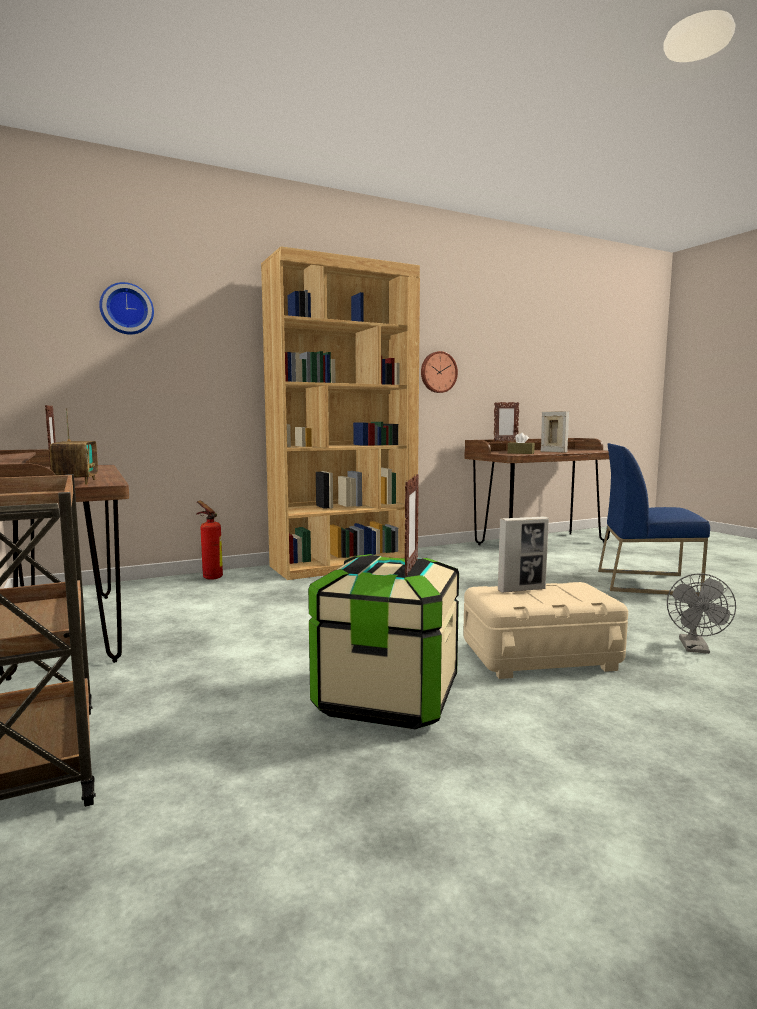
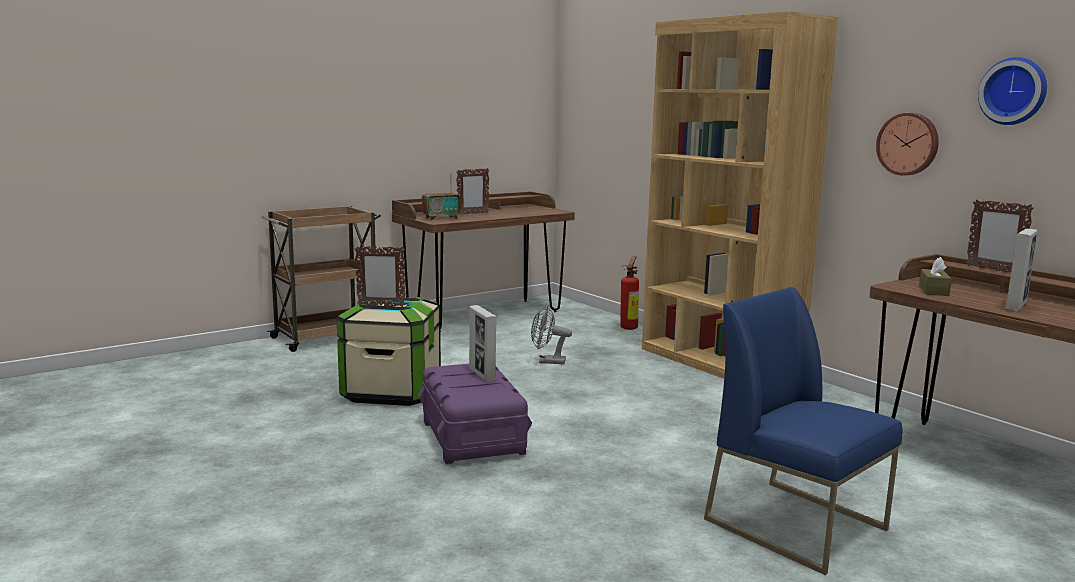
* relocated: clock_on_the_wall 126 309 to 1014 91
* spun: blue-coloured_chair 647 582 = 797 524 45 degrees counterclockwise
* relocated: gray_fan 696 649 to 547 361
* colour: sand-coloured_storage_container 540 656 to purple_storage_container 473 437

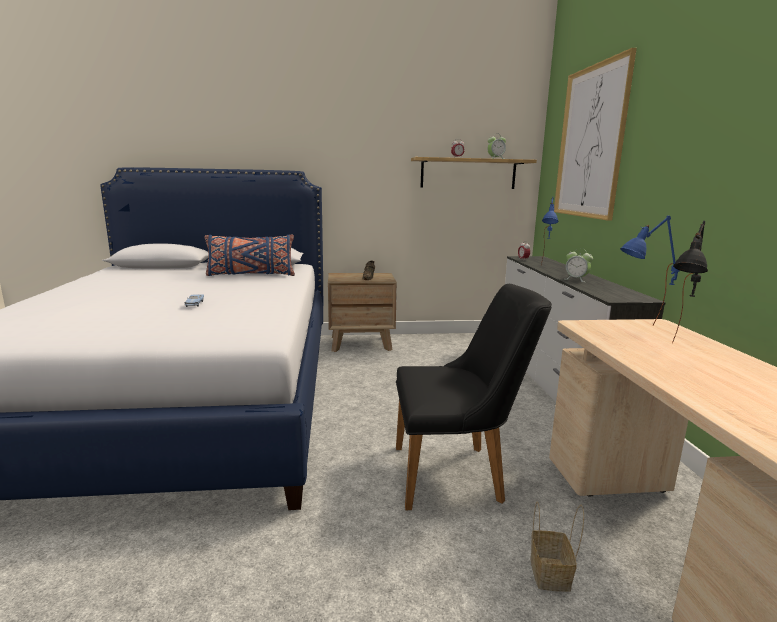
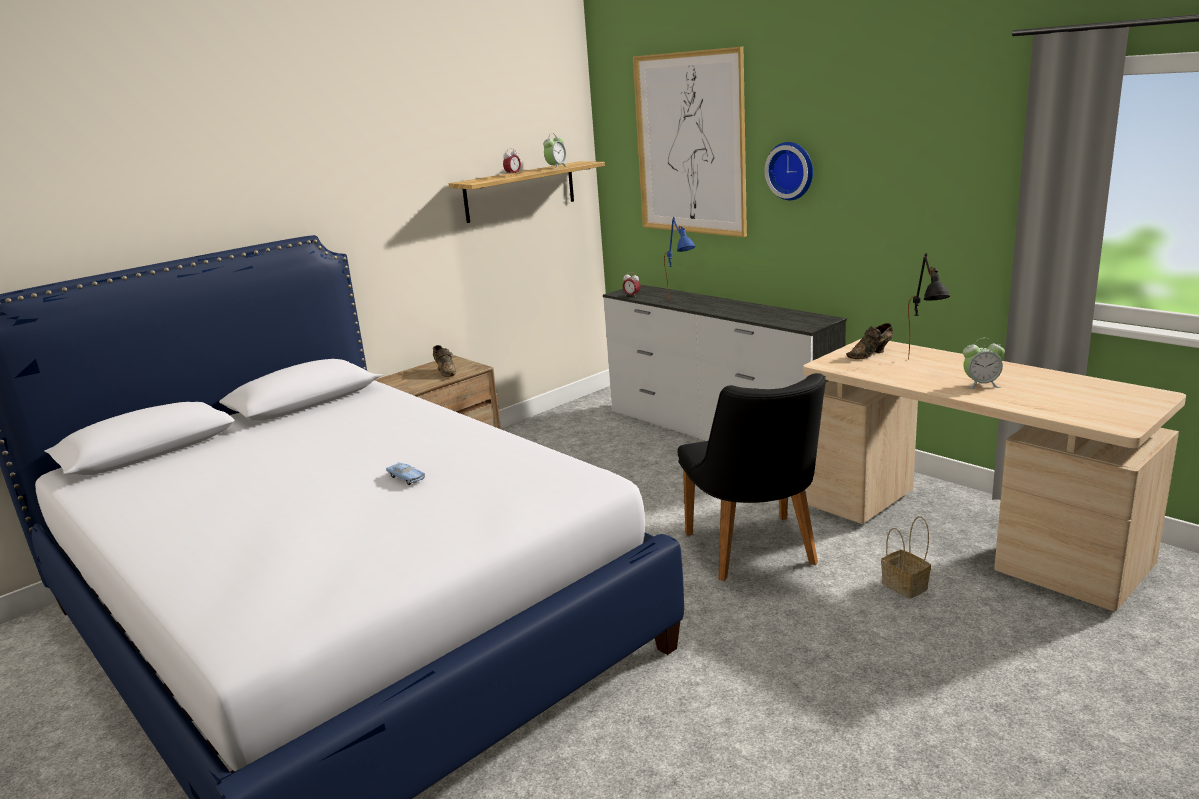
* exchanged: blue-coloured_tabletop_lamp 640 330 to brown_item_of_footwear 871 354
* missing: blue-coloured_throw_pillow 251 275
* relocated: alarm_clock 576 279 to 981 385
* spun: blackish_chair 458 474 = 756 554 120 degrees clockwise
* appeared: clock_on_the_wall 791 170

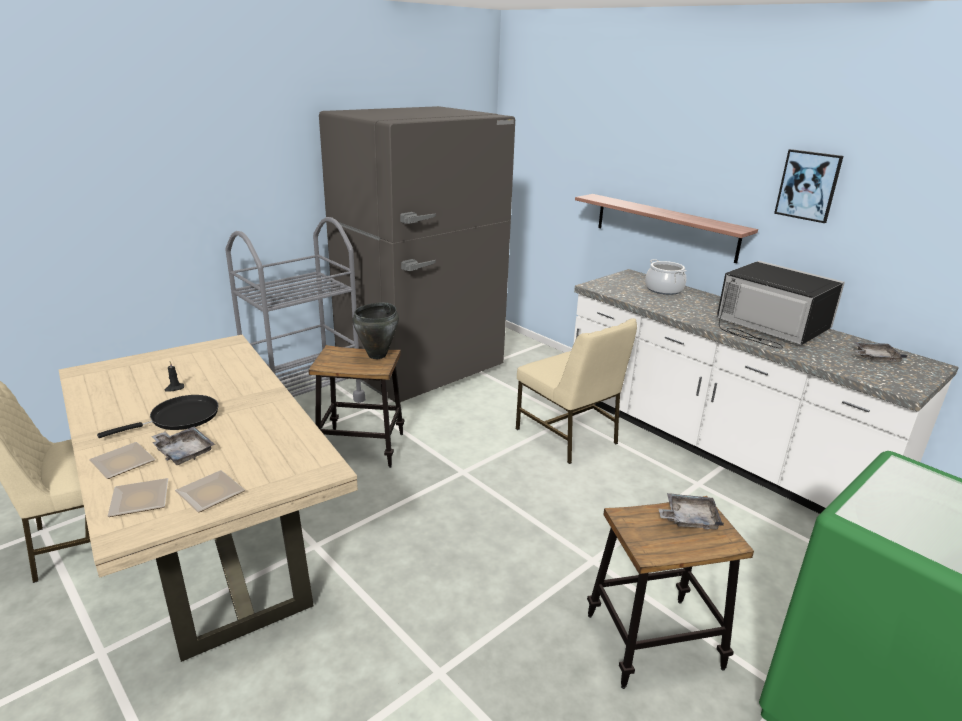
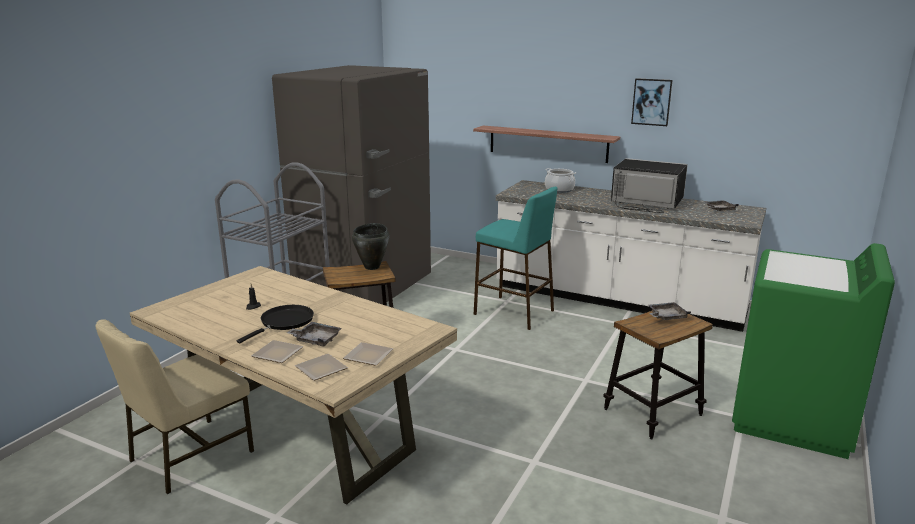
* exchanged: sand-coloured_chair 568 436 to turquoise_sitting_stool 514 312

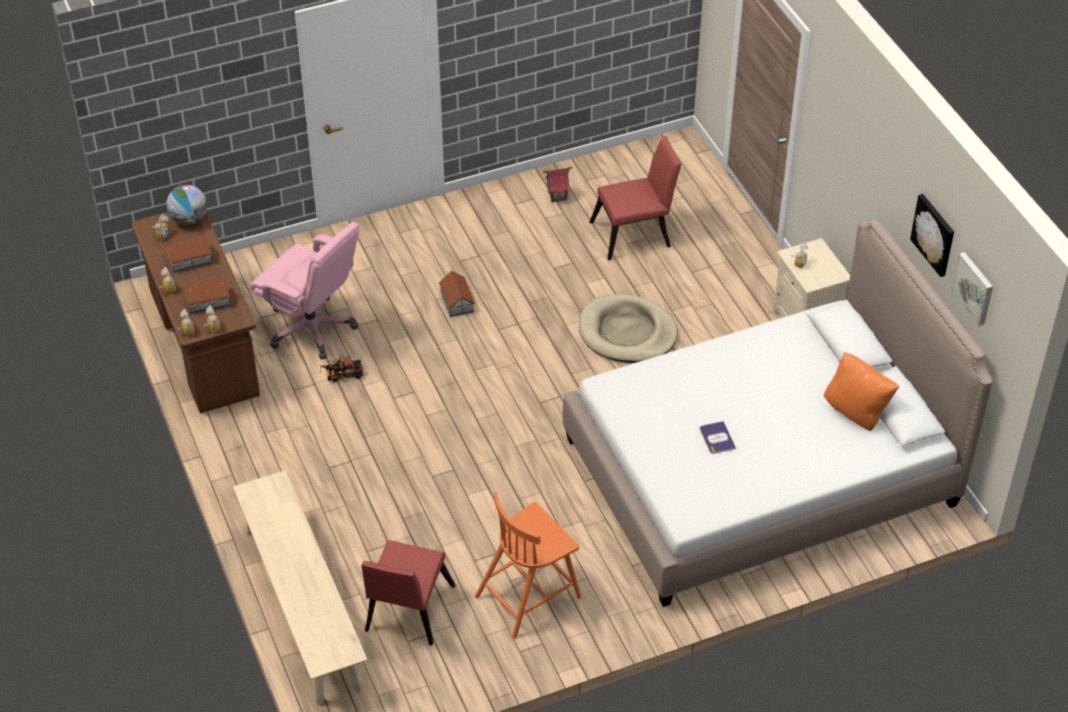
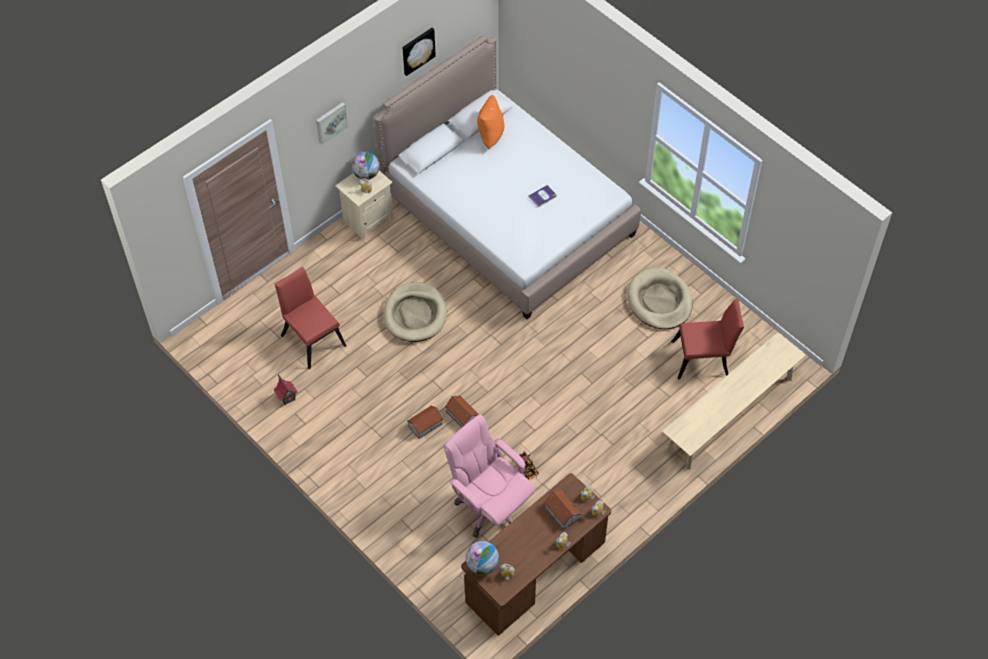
* spun: pinkish_desk_chair 312 328 = 490 507 60 degrees counterclockwise
* relocated: miniature_house 189 259 to 462 416
* relocated: wall_art 974 288 to 330 122
* exchanged: orange-coloured_chair 529 595 to sand-coloured_pet_bed 659 301
* appeared: desk_globe 366 174

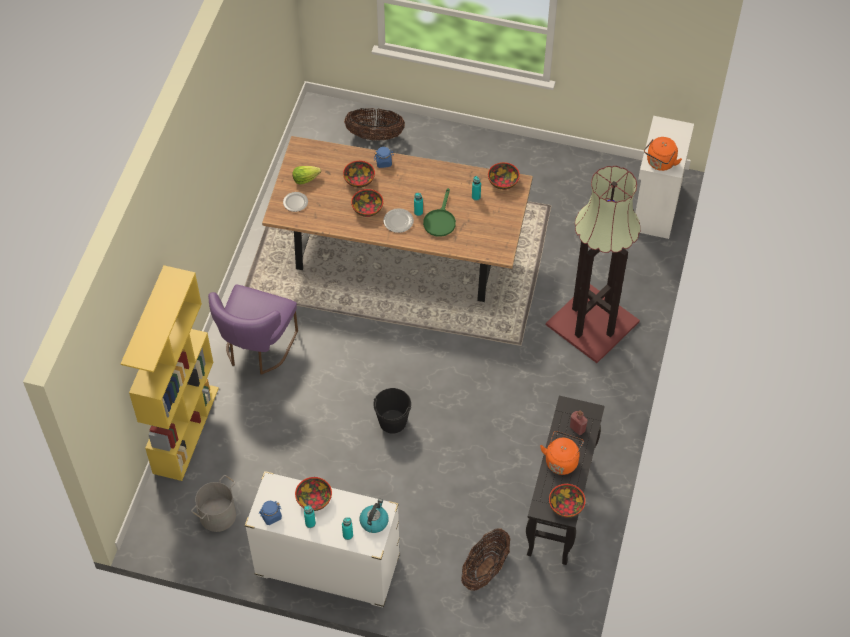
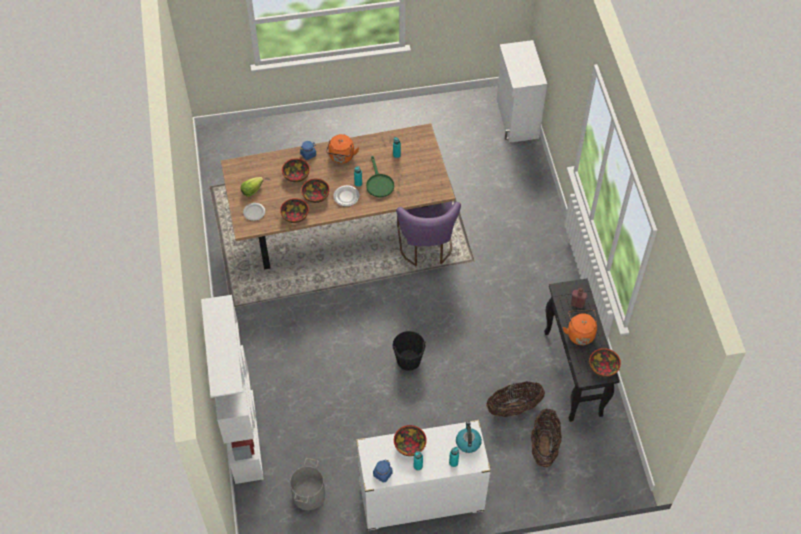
* relocated: basket 375 135 to 514 408
* relocated: orange-coloured_kettle 660 163 to 341 157
* relocated: deep_dish 502 182 to 294 216
* missing: standard_lamp 594 323
* colour: yellow-coloured_bookshelf 185 429 to white_bookshelf 243 435
* relocated: purple_chair 257 349 to 426 247

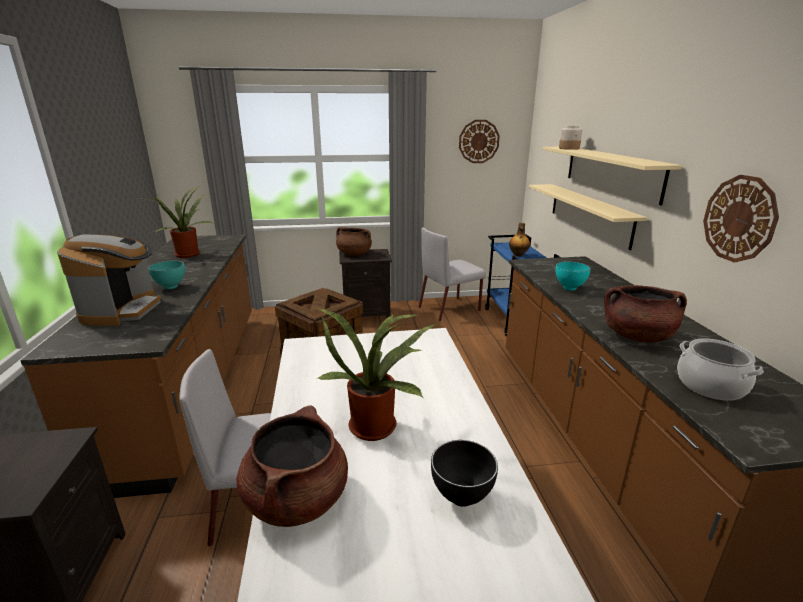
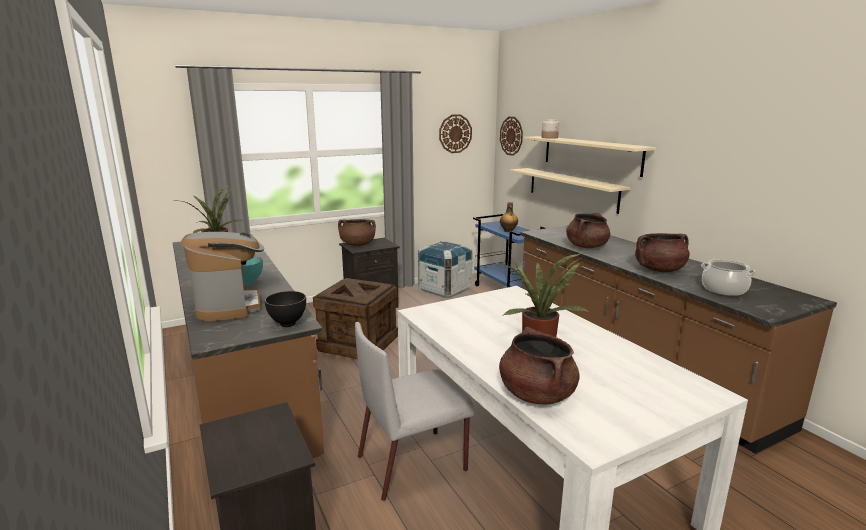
* relocated: clock_on_the_wall 739 219 to 511 136
* exchanged: gray_chair 450 309 to shipping_crate 444 289
* exchanged: turquoise_deep_dish 569 288 to brown_stockpot 586 246
* relocated: blackish_deep_dish 461 497 to 287 324

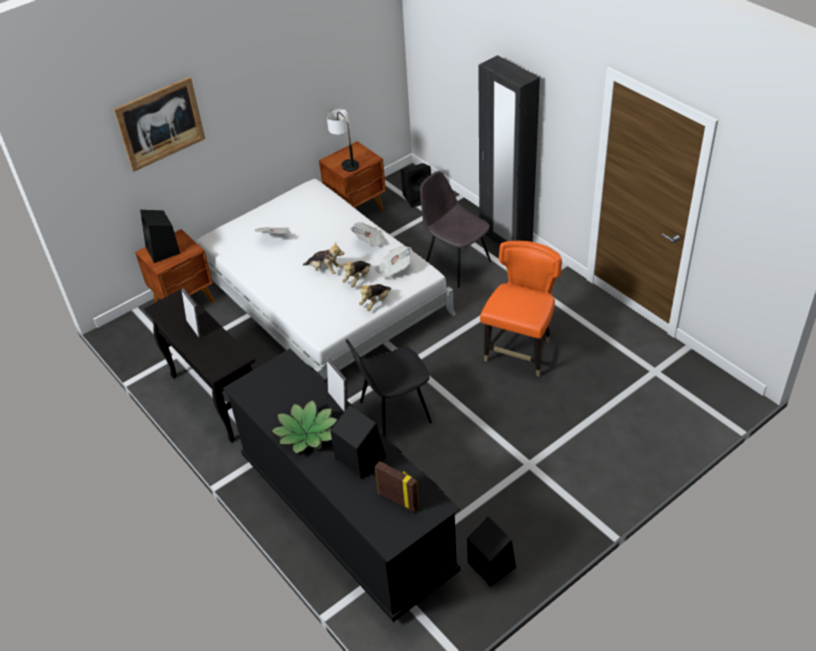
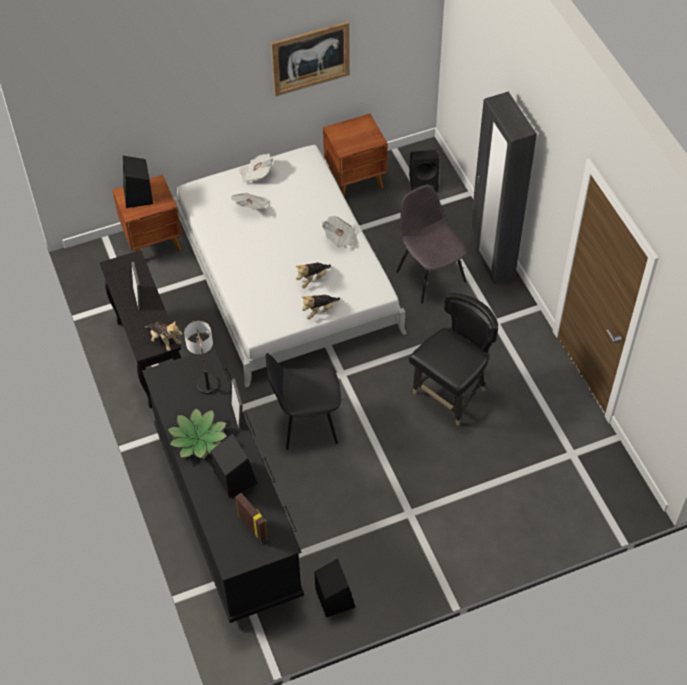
* relocated: wall_art 160 124 to 310 58
* relocated: tabletop_lamp 345 161 to 205 375
* colour: orange-coloured_chair 520 352 to blackish_chair 451 394
* relocated: soft_toy 325 269 to 164 340
* relocated: printed_paper 394 269 to 256 174

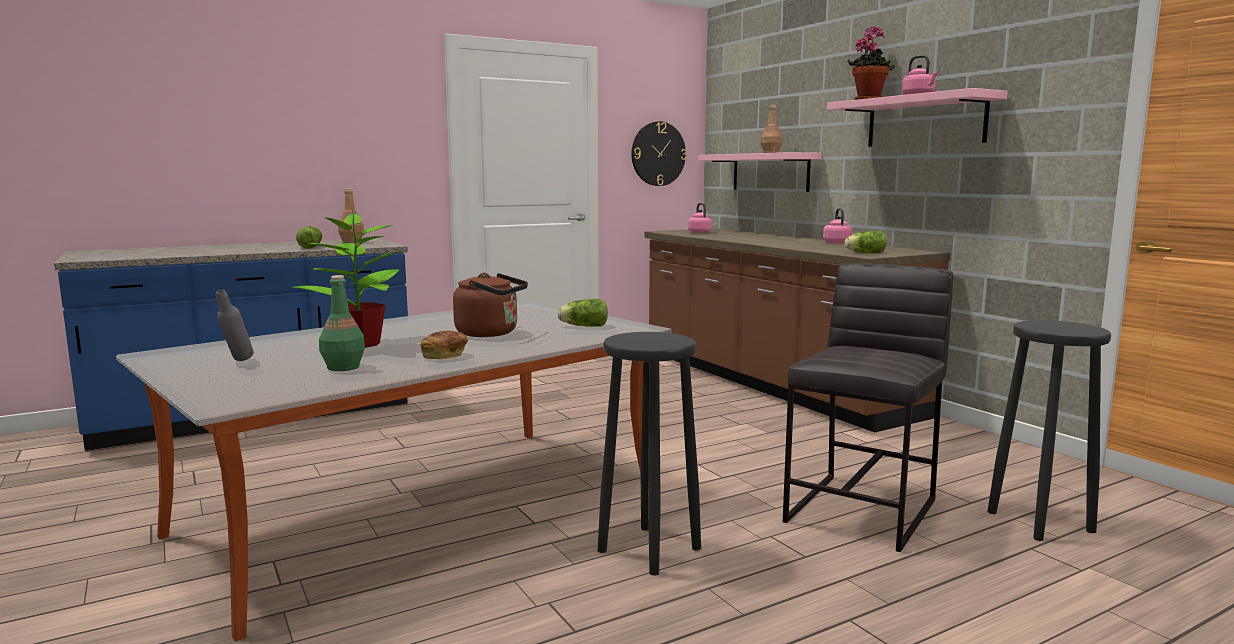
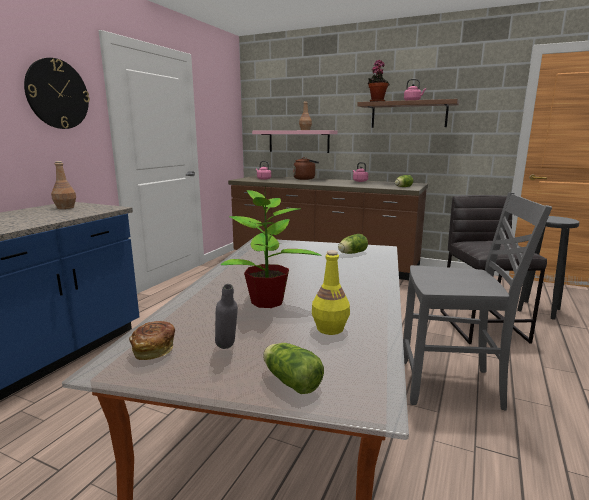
* colour: pinkish_shelf 925 121 to brown_shelf 408 114
* relocated: clock_on_the_wall 658 154 to 57 94
* relocated: head_of_lettuce 311 247 to 290 380
* relocated: brown_kettle 491 333 to 305 179
* colour: green_drink_bottle 343 367 to yellow-coloured_drink_bottle 329 329
* relocated: bakery_bread 445 356 to 154 349
* exchanged: blackish_sitting_stool 648 550 to gray_chair 452 386

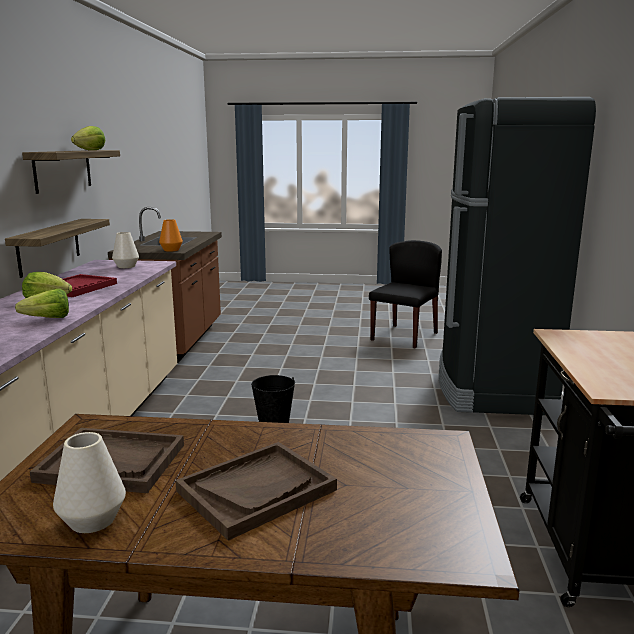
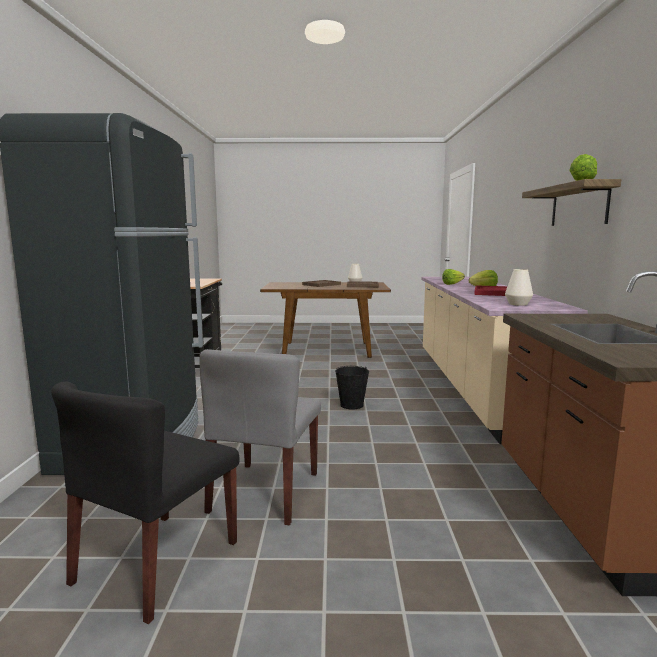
* missing: shelf 49 246
* missing: orange-coloured_flower_vase 171 250
* appeared: gray_chair 265 492

